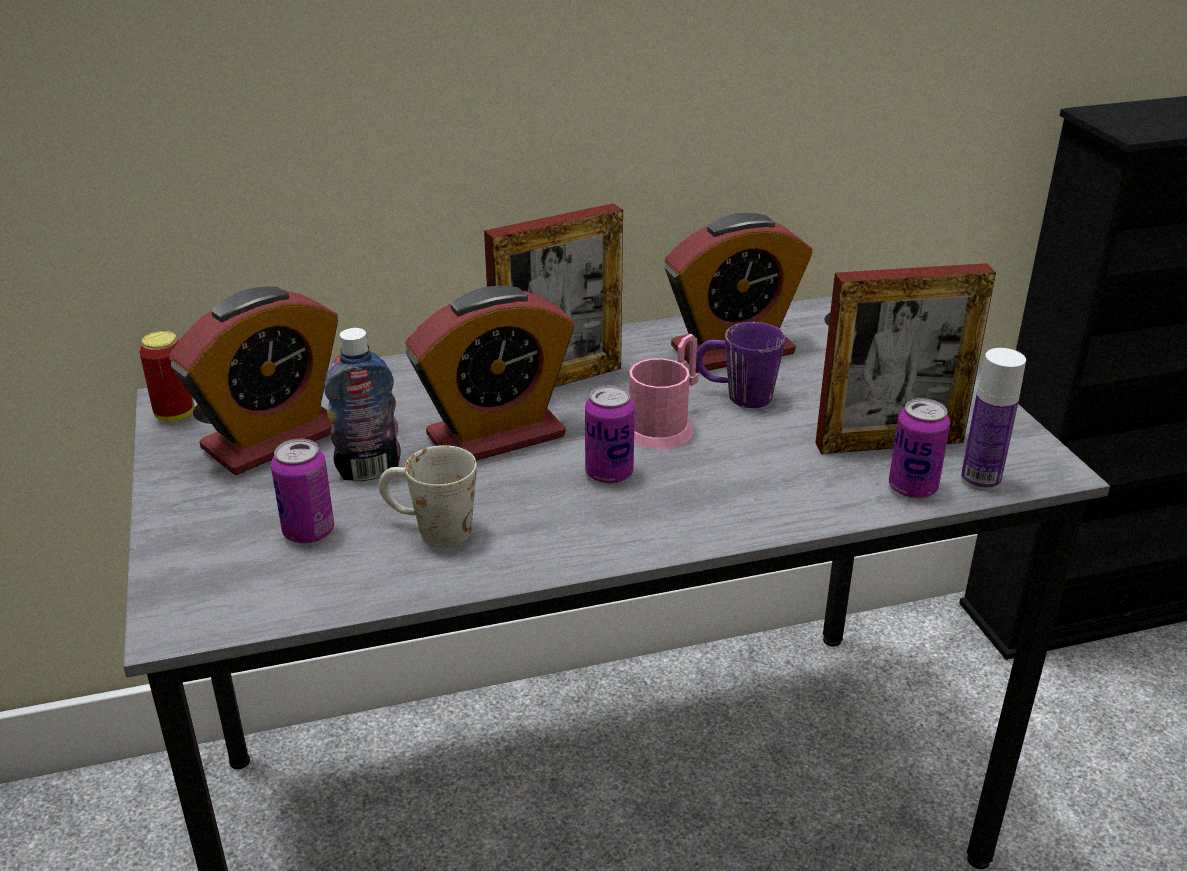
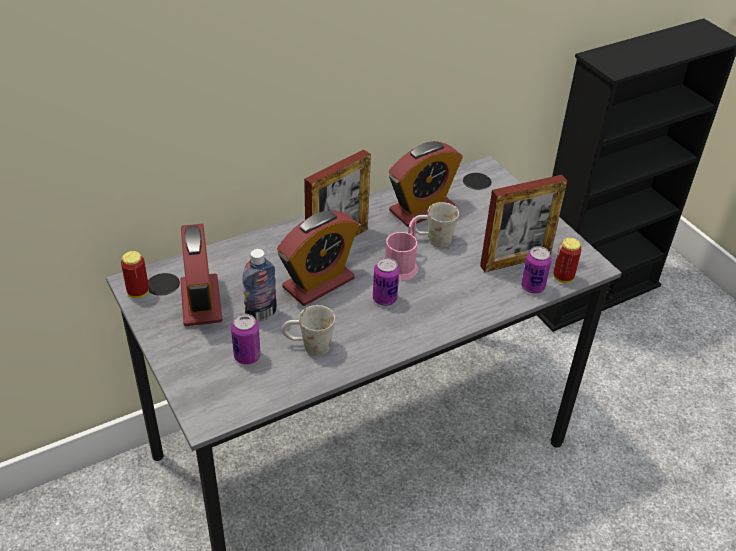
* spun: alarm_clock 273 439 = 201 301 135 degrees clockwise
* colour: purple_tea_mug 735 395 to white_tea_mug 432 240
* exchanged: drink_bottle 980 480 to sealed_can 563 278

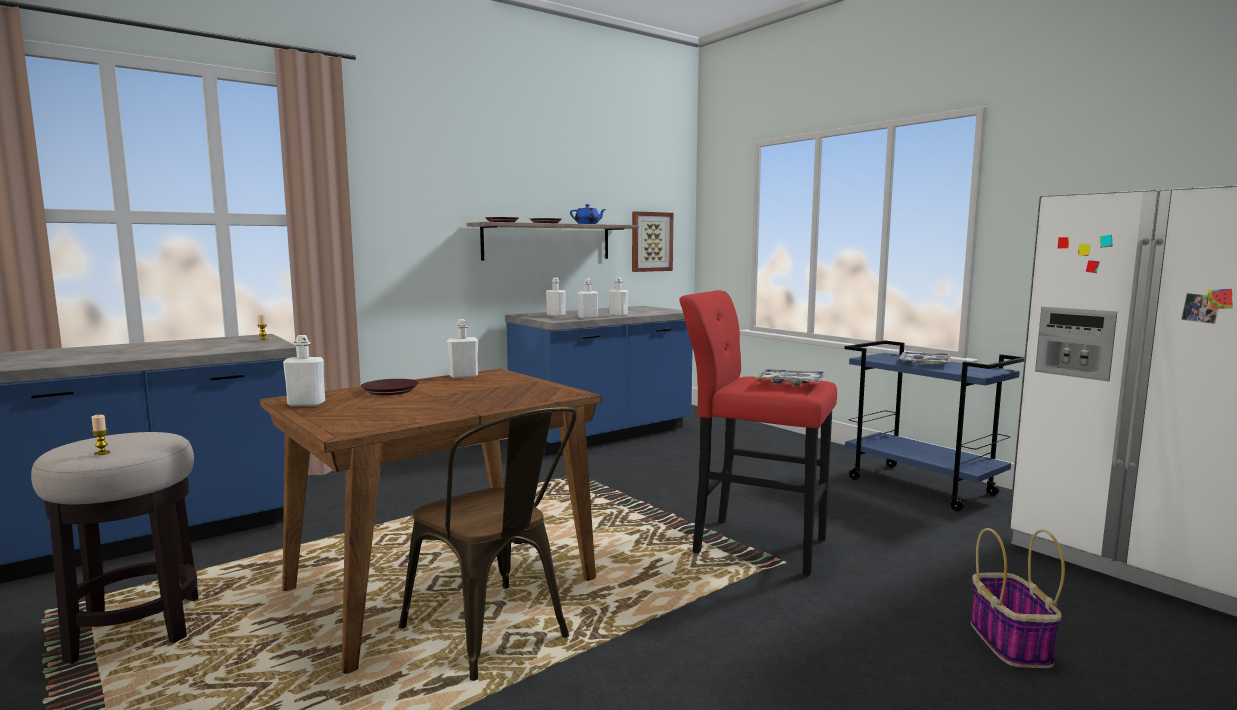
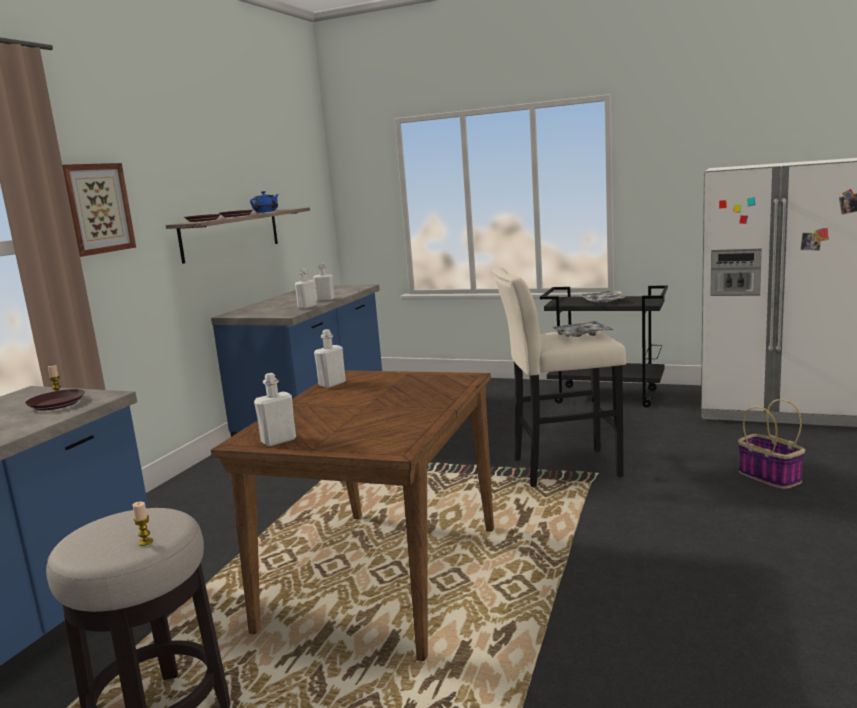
* relocated: wall_art 651 241 to 96 208
* missing: white_drink_bottle 556 315
* colour: red_sitting_stool 752 544 to sand-coloured_sitting_stool 560 468
* colour: blue-coloured_trolley 923 487 to blackish_trolley 607 396
* relocated: brown_flat_dish 390 391 to 57 404
* missing: brown_chair 494 636

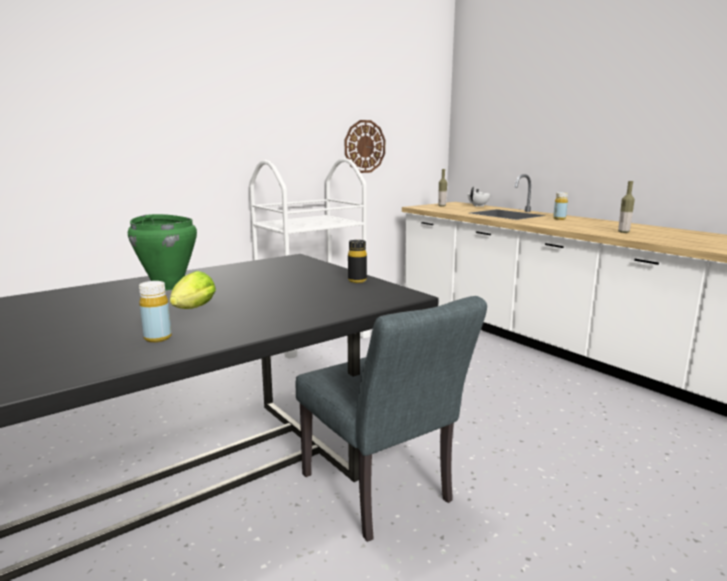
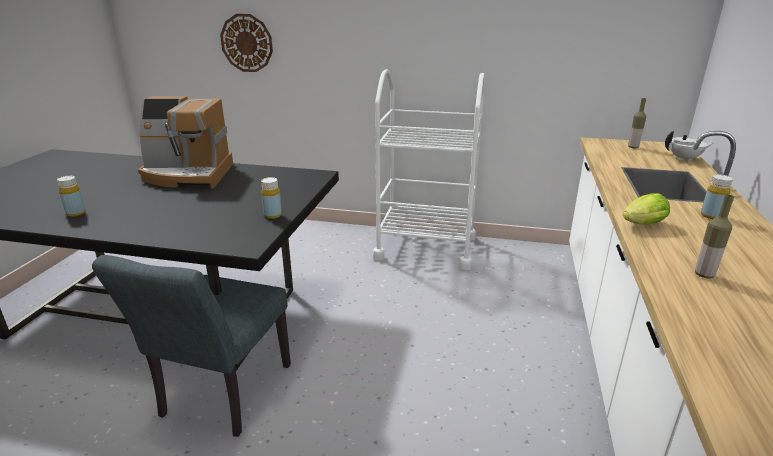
* relocated: clock_on_the_wall 364 146 to 247 43
* exchanged: green_stockpot 168 286 to coffee_maker 188 175
* colour: blackish_drink_bottle 357 280 to yellow-coloured_drink_bottle 273 215
* relocated: head_of_lettuce 192 310 to 641 225

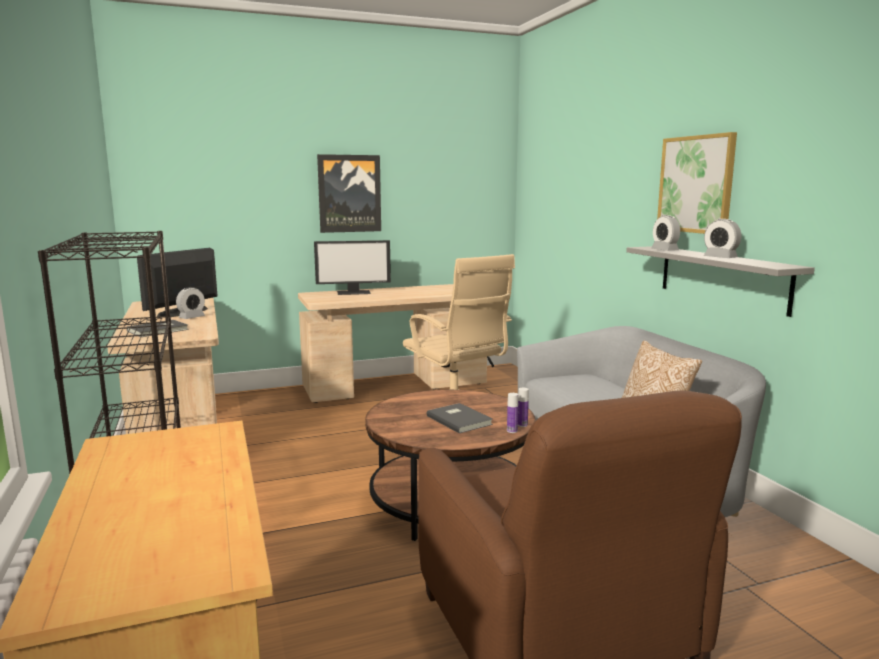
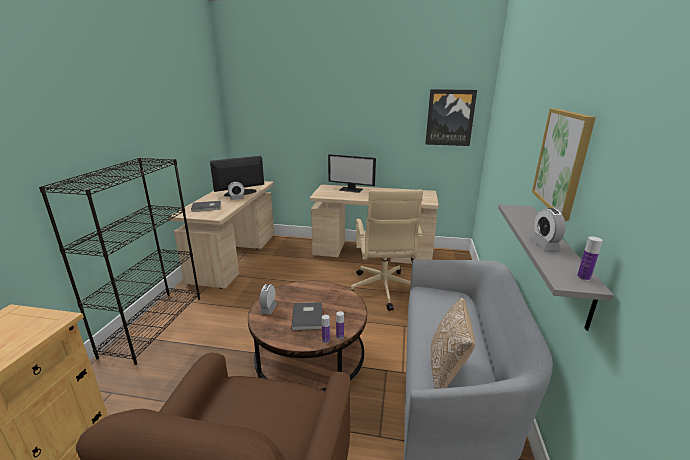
* relocated: wall_art 349 193 to 450 118
* relocated: alarm_clock 664 250 to 268 309
* appeared: drink_bottle 583 278

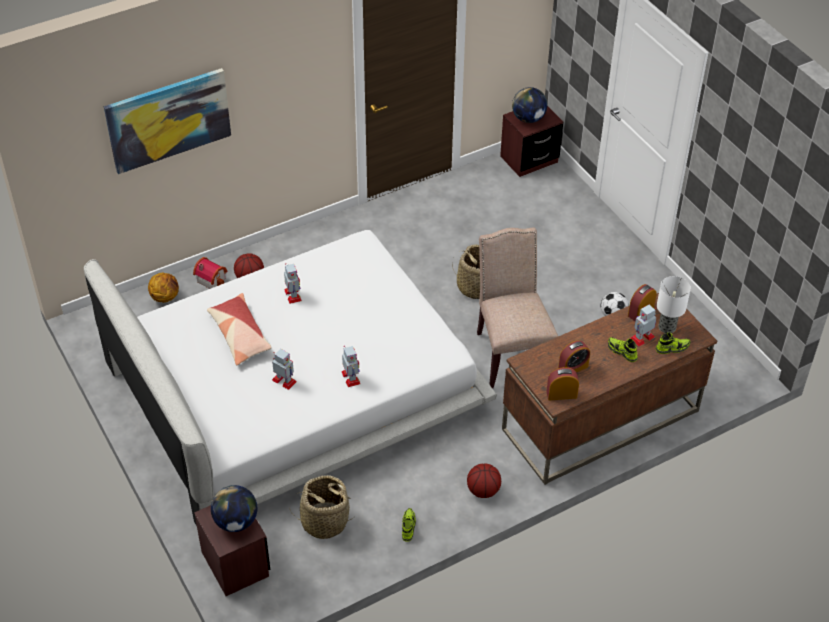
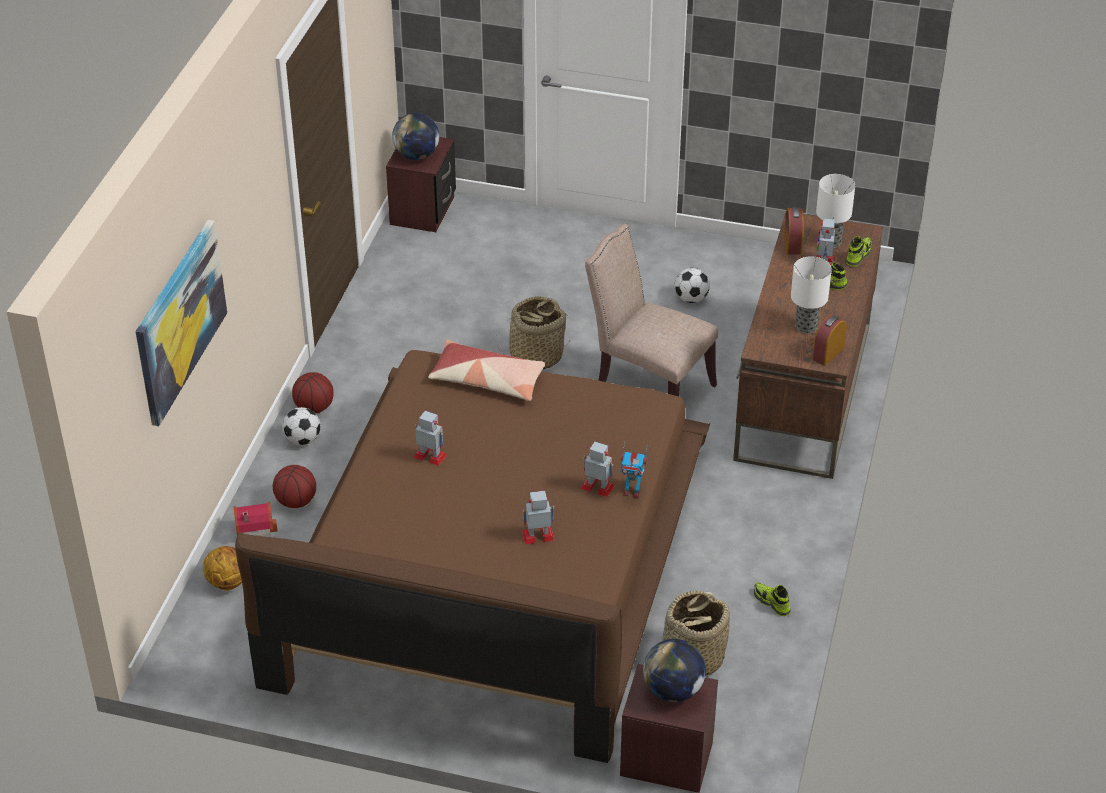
* colour: white_bed 295 387 to brown_bed 492 566
* relocated: throw_pillow 240 335 to 488 380
* exchanged: alarm_clock 573 368 to tabletop_lamp 805 326
* relocated: basketball 483 491 to 314 408
* appeared: football 302 440
* appeared: model_robot 632 492

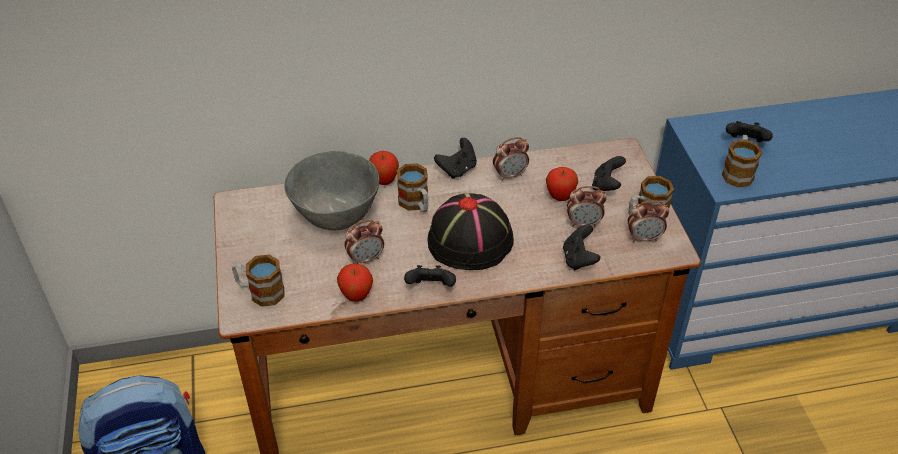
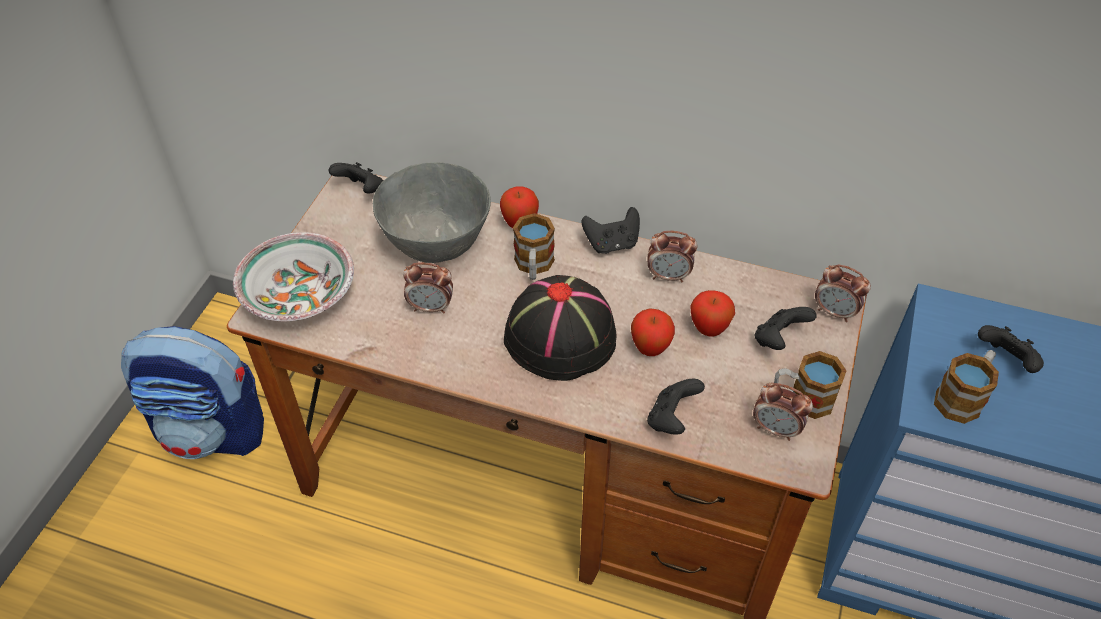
* relocated: alarm_clock 584 223 to 835 312
* exchanged: tea_mug 260 292 to deep_dish 298 296
* relocated: whole_apple 356 296 to 650 348
* relocated: blackish_gamepad 431 287 to 362 191

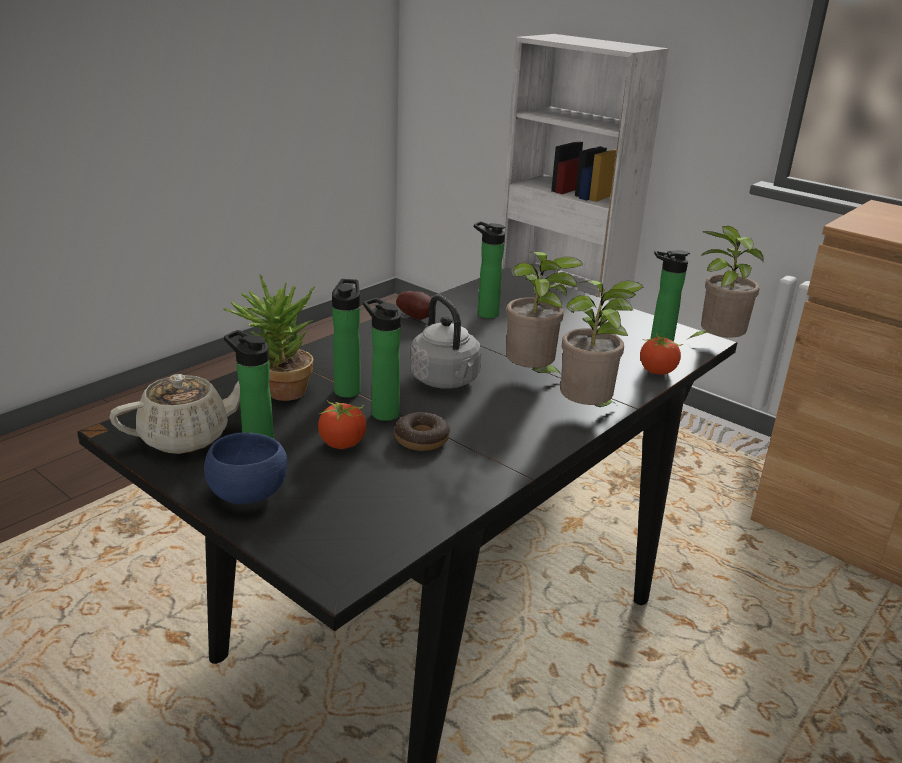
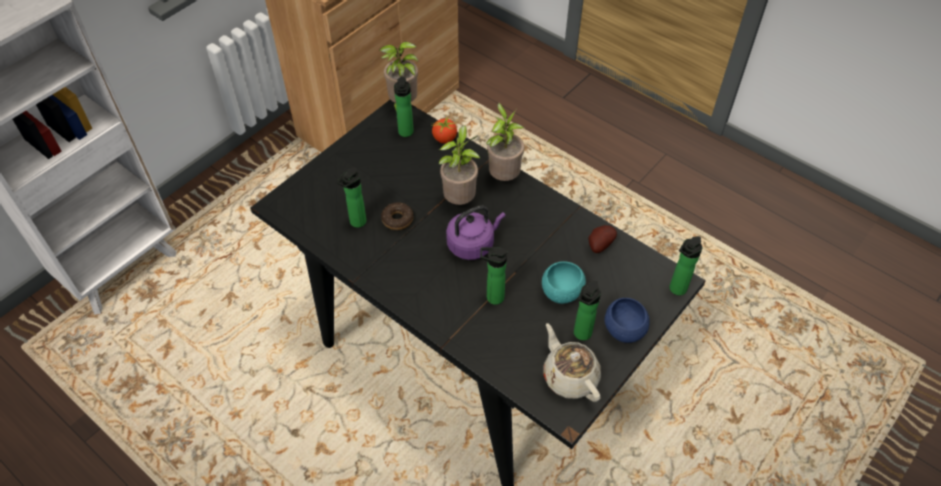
* missing: houseplant 278 392
* relocated: potato 417 318 to 599 245
* colour: gray_kettle 446 381 to purple_kettle 472 244
* relocated: drink_bottle 382 412 to 676 290
* exchanged: tomato 343 444 to turquoise_deep_dish 561 292
* relocated: donut 421 439 to 397 219

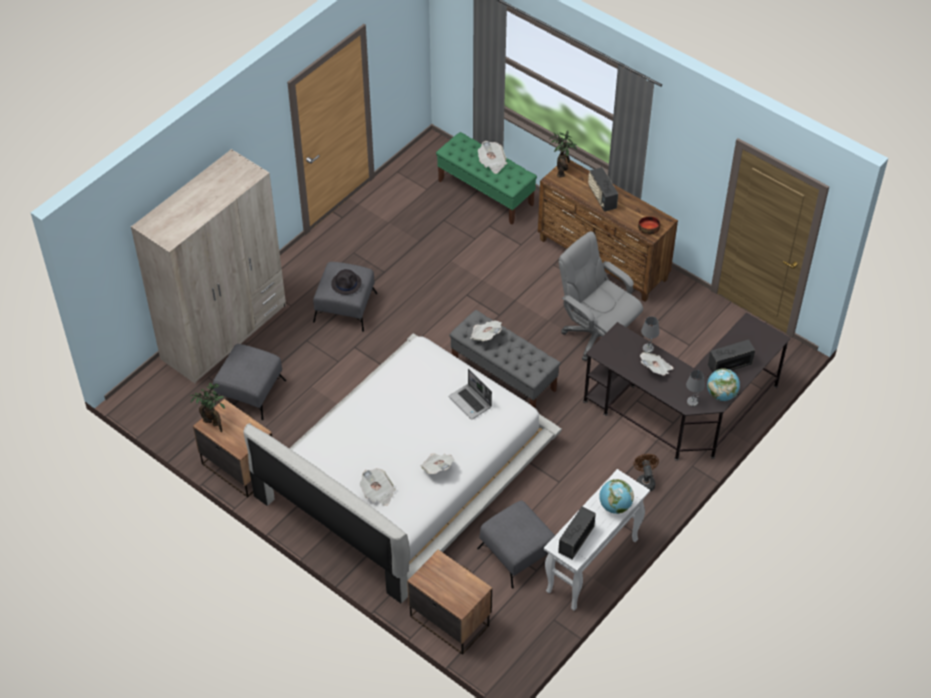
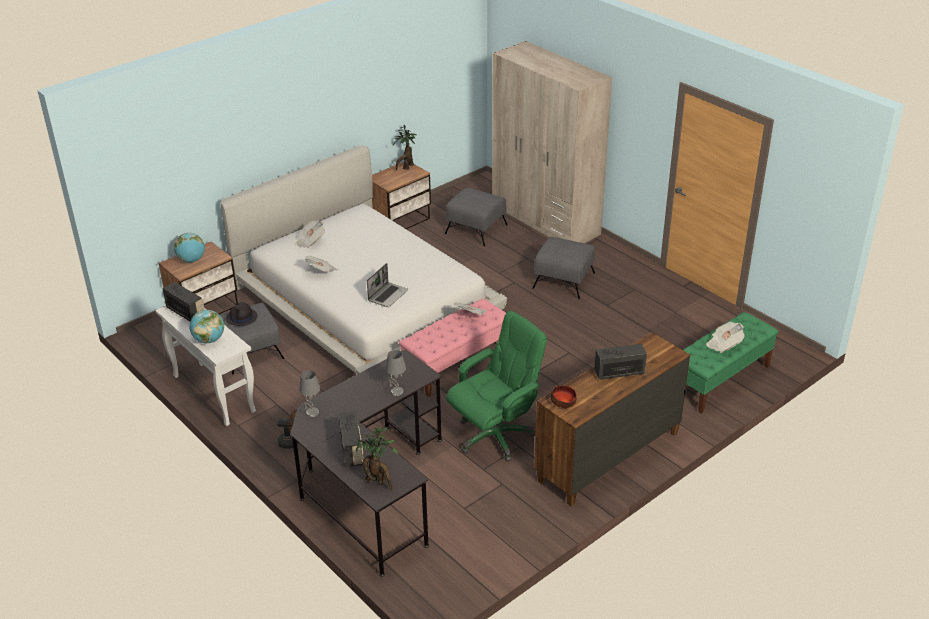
* relocated: houseplant 562 171 to 378 481
* colour: gray_desk_chair 596 335 to green_desk_chair 495 435
* relocated: blackish_hat 346 283 to 241 318
* colour: gray_bench 503 376 to pinkish_bench 456 365
* missing: printed_paper 656 369
* relocated: desk_globe 721 394 to 191 260
* spun: portable_computer 470 402 = 388 295 150 degrees clockwise

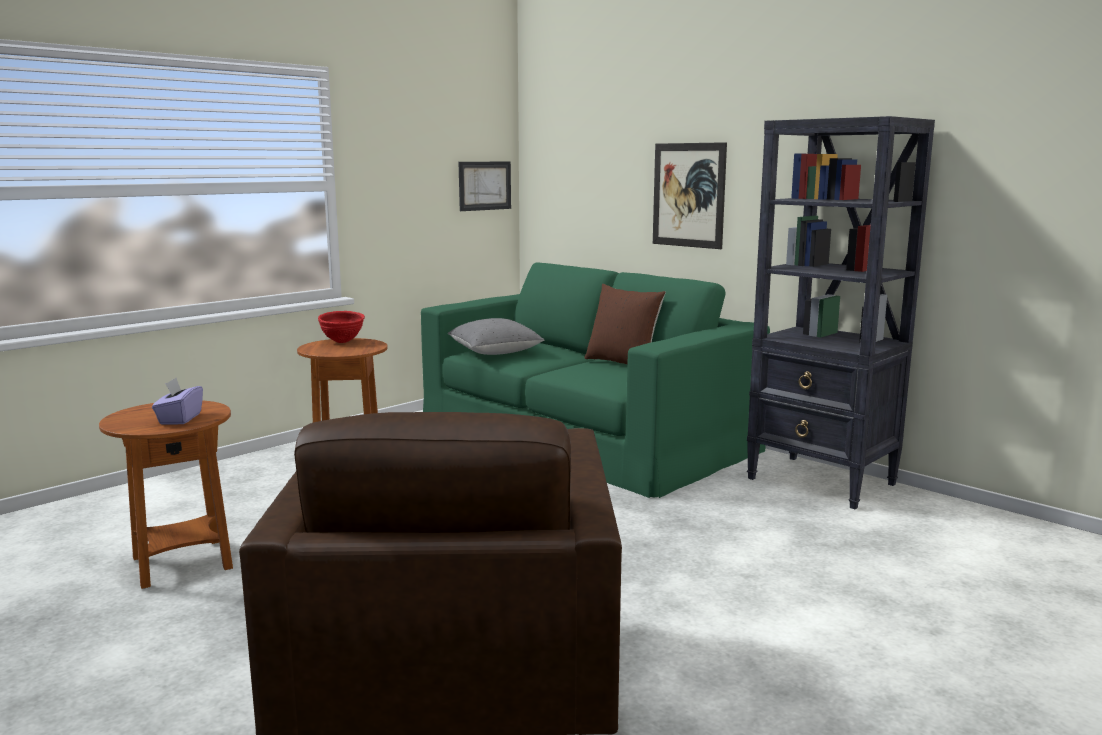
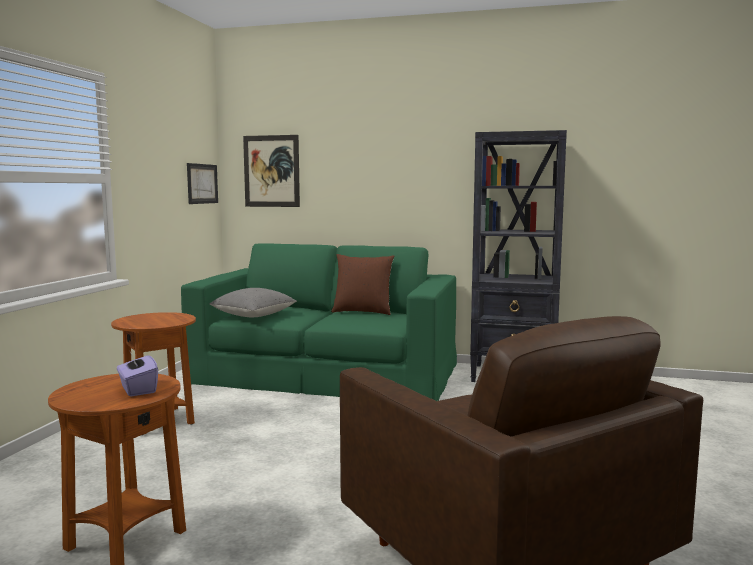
* relocated: wall_art 688 195 to 271 171
* missing: red_deep_dish 342 342

